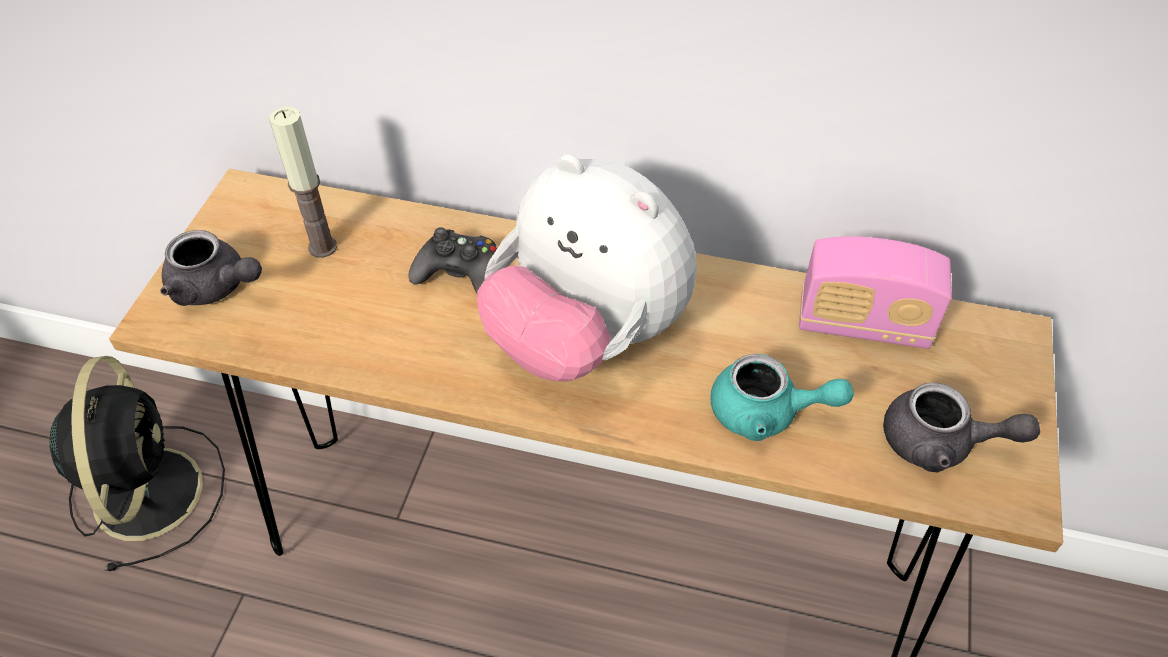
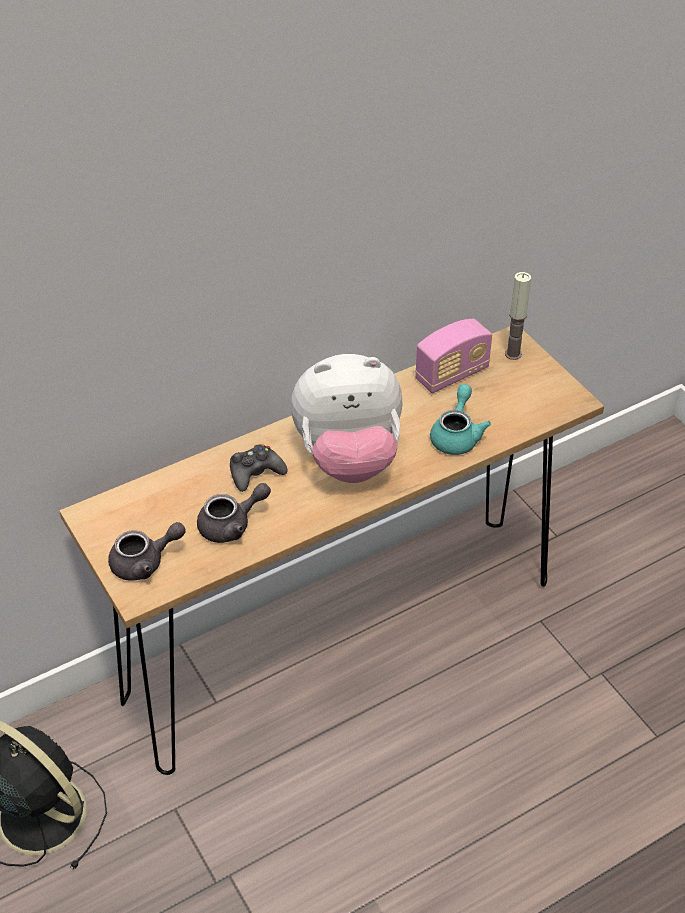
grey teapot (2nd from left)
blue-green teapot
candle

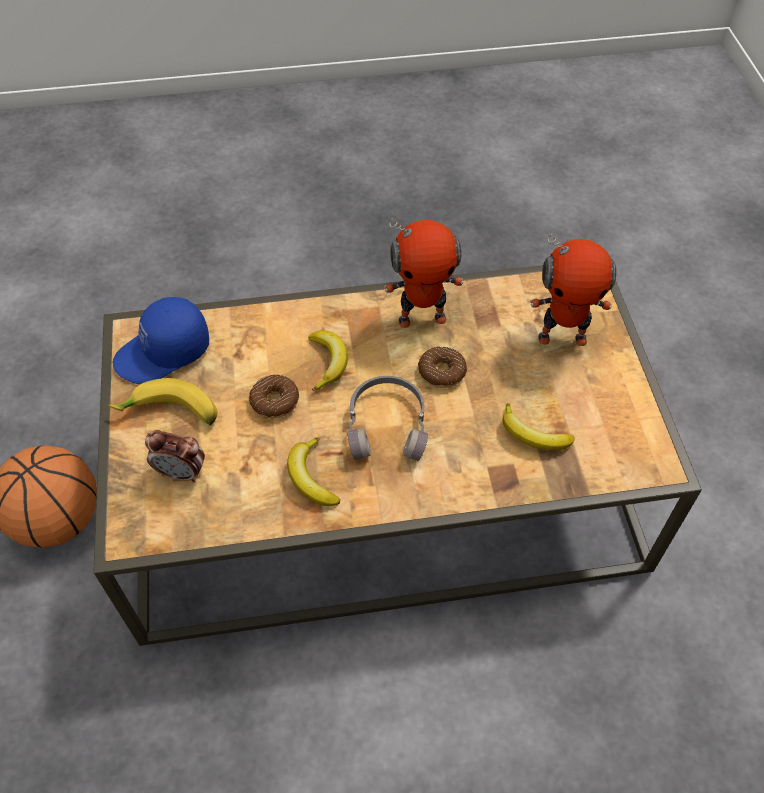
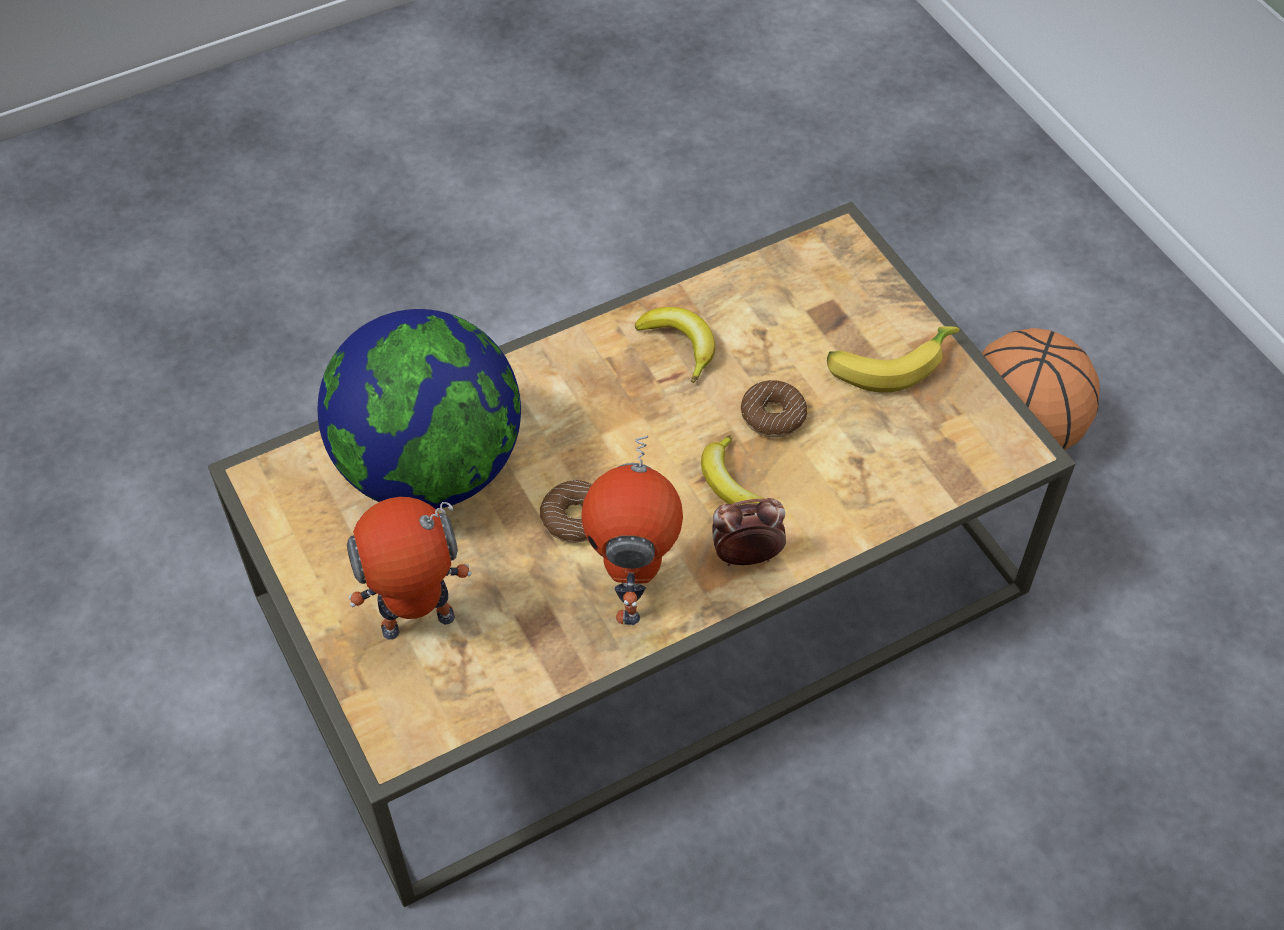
world globe
toy robot (2nd from left)
table clock
bluish peaked cap
grey pair of headphones

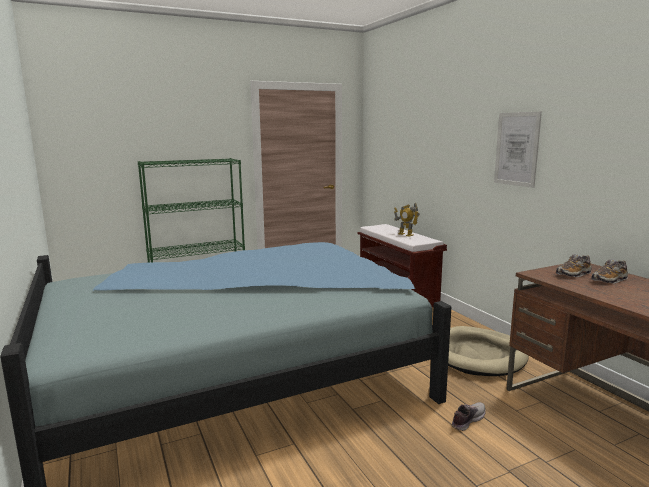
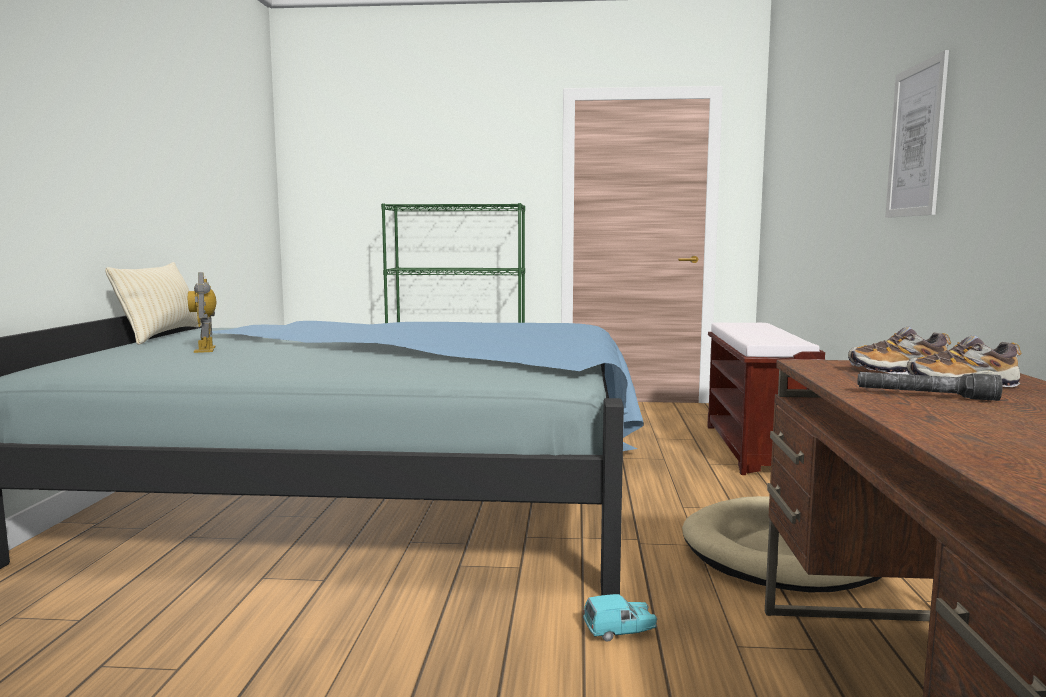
beige-coloured cushion
toy robot
blue-green model car
grey flashlight

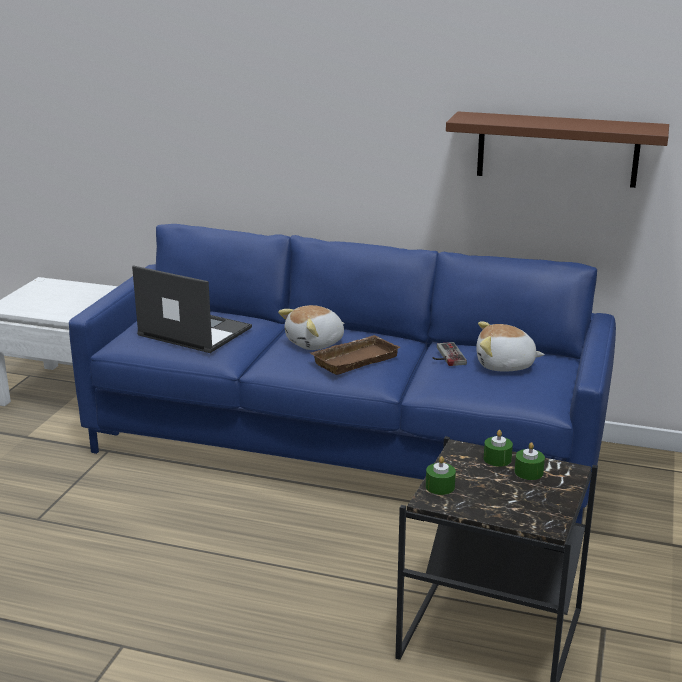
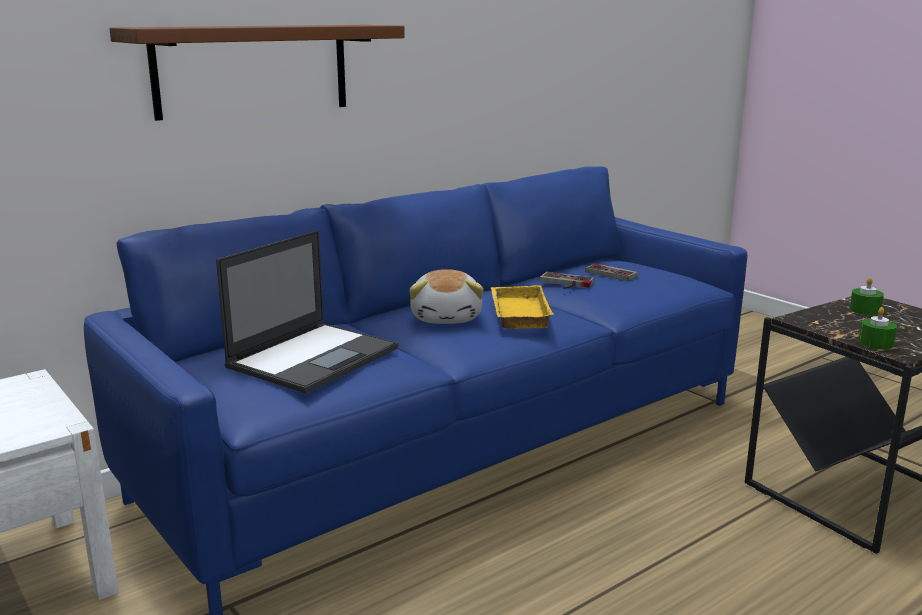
brownish wall shelf
notebook computer
yellow-coloured serving tray
game controller (2nd from left)
green candle (2nd from left in the first image)

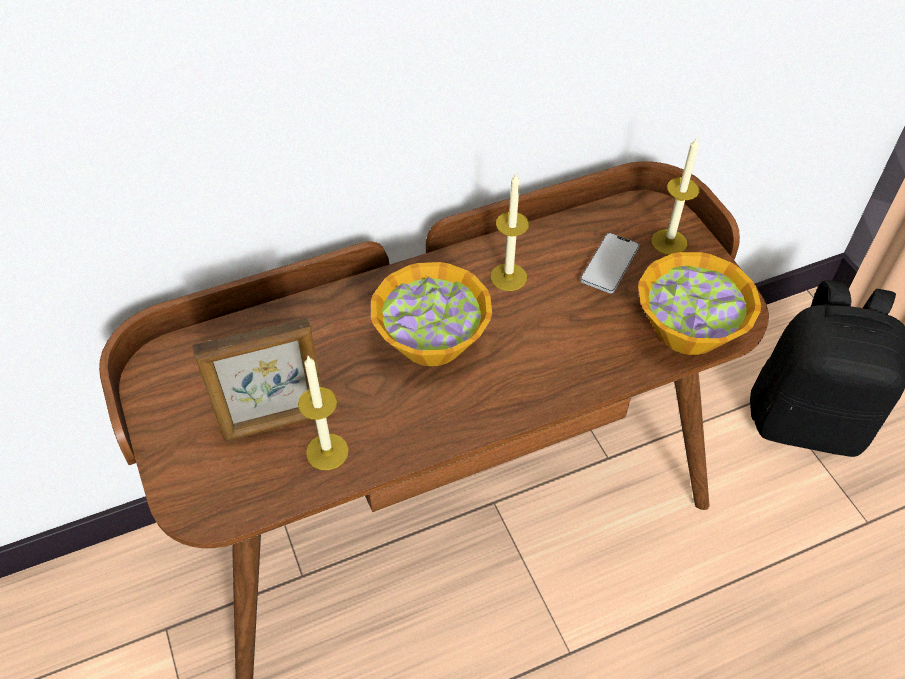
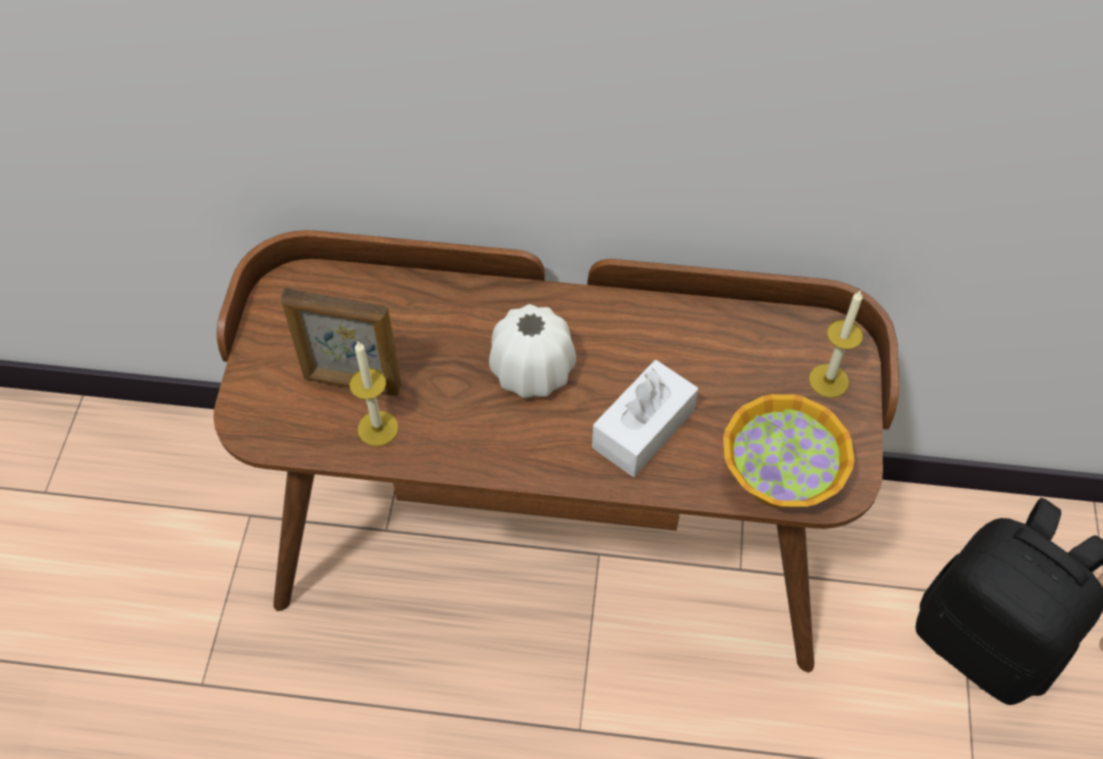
whitish decorative vase
whitish tissue box
candle (2nd from left in the first image)
telephone

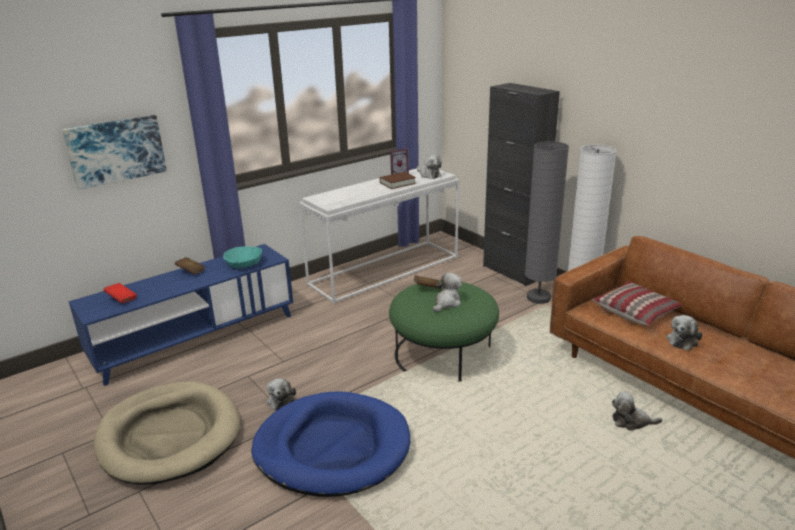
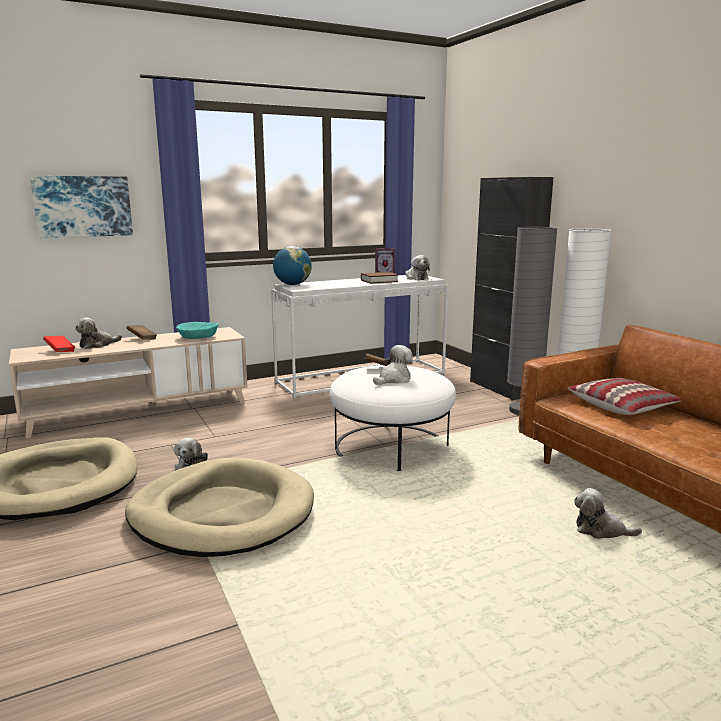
beige-coloured tv unit
cuddly toy (1st from left)
beige-coloured dog cushion (2nd from left)
world globe
whitish footrest

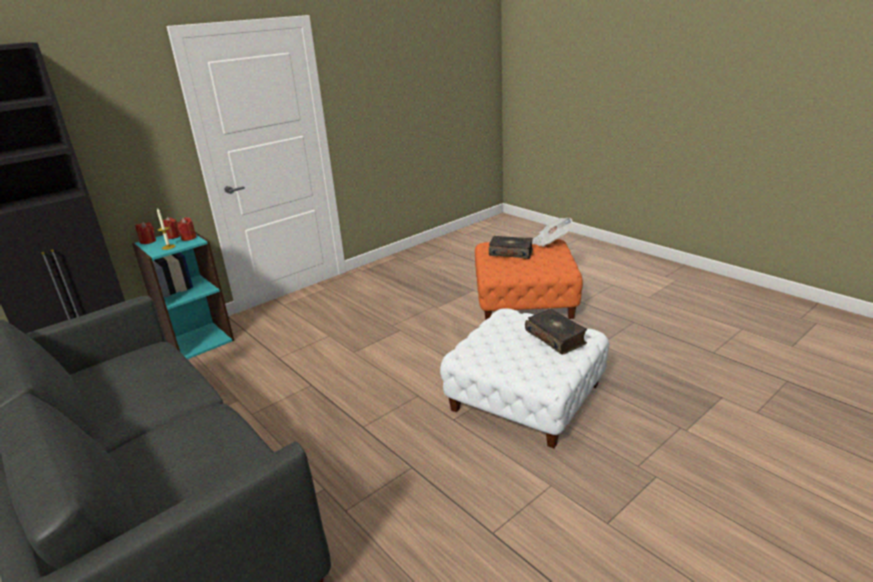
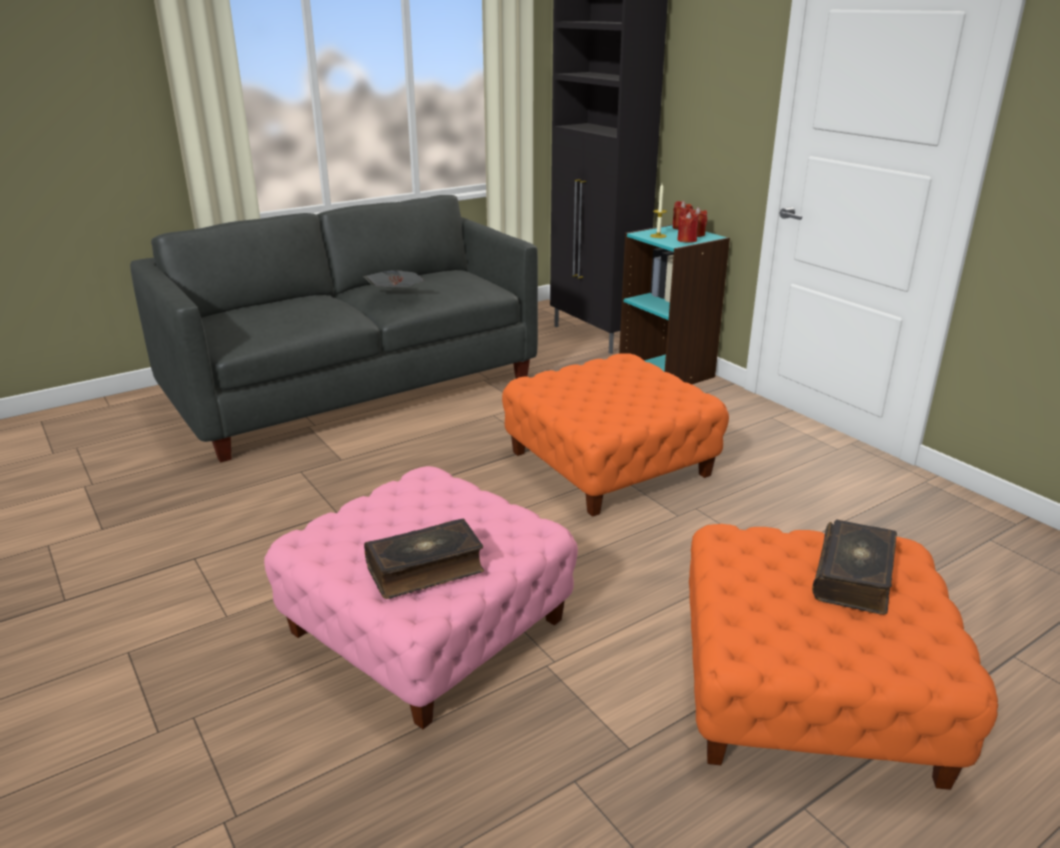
pinkish footrest
printed paper
orange-coloured footrest (1st from left)

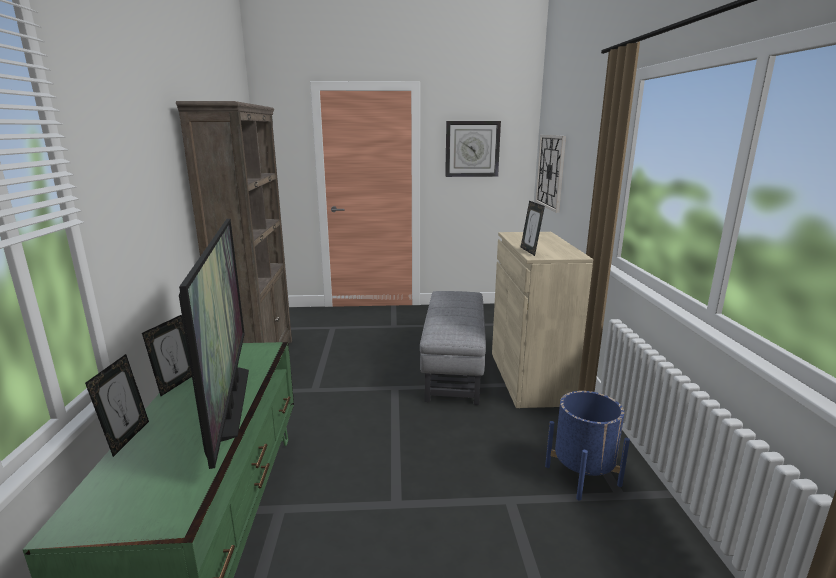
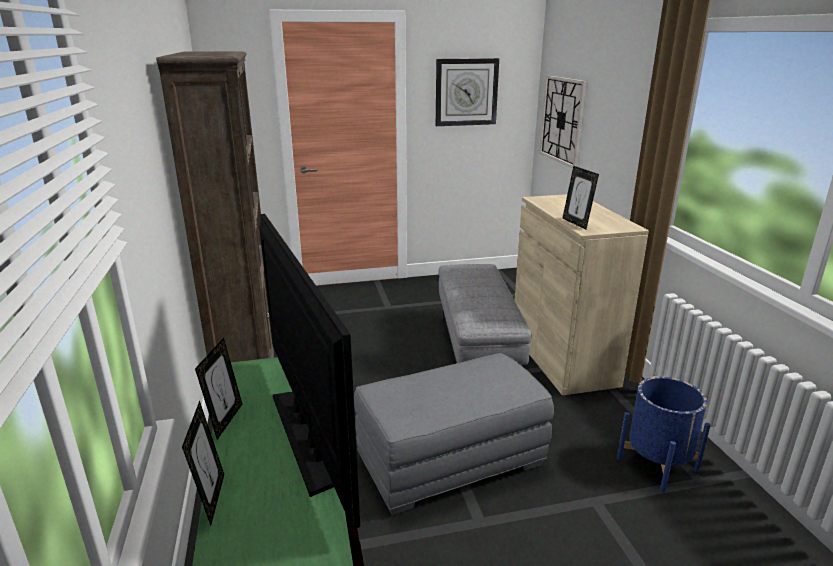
grey footrest (1st from left)

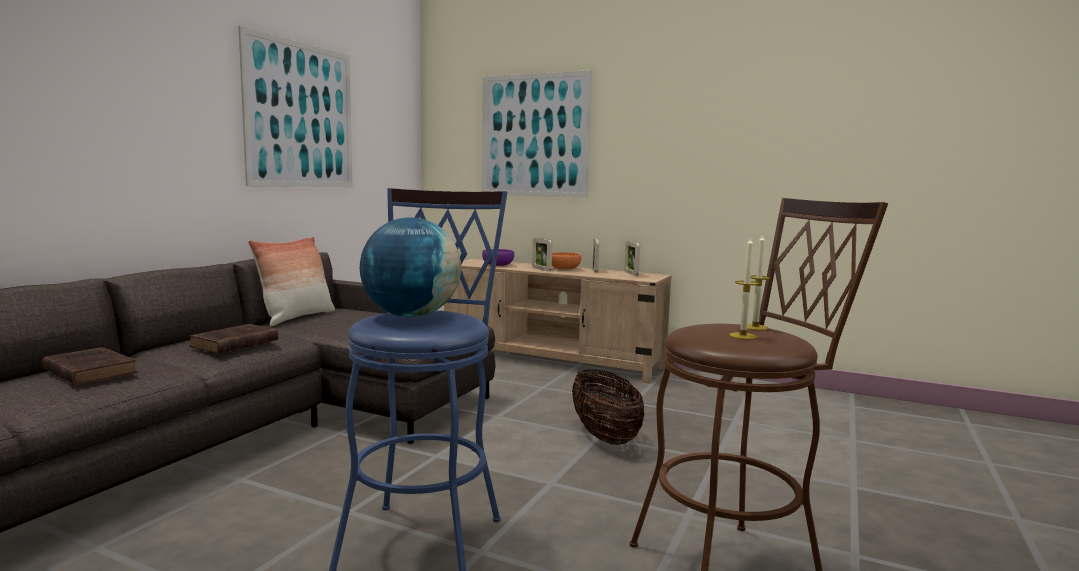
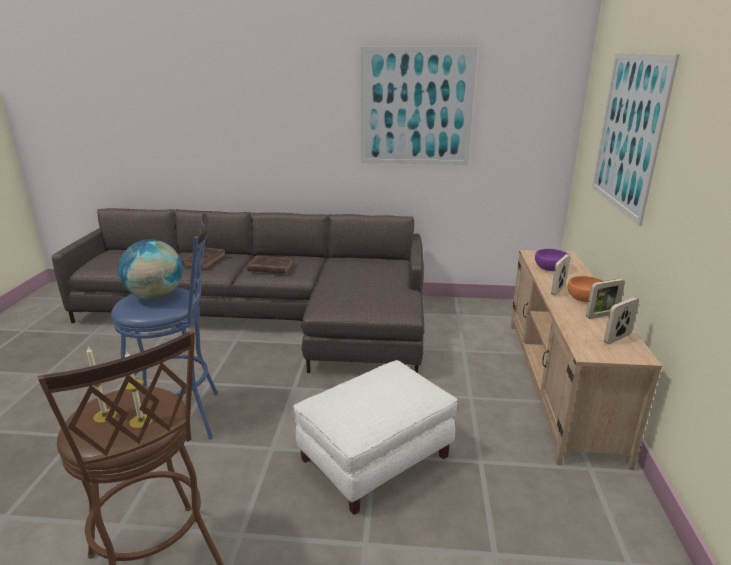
whitish footrest
cushion

